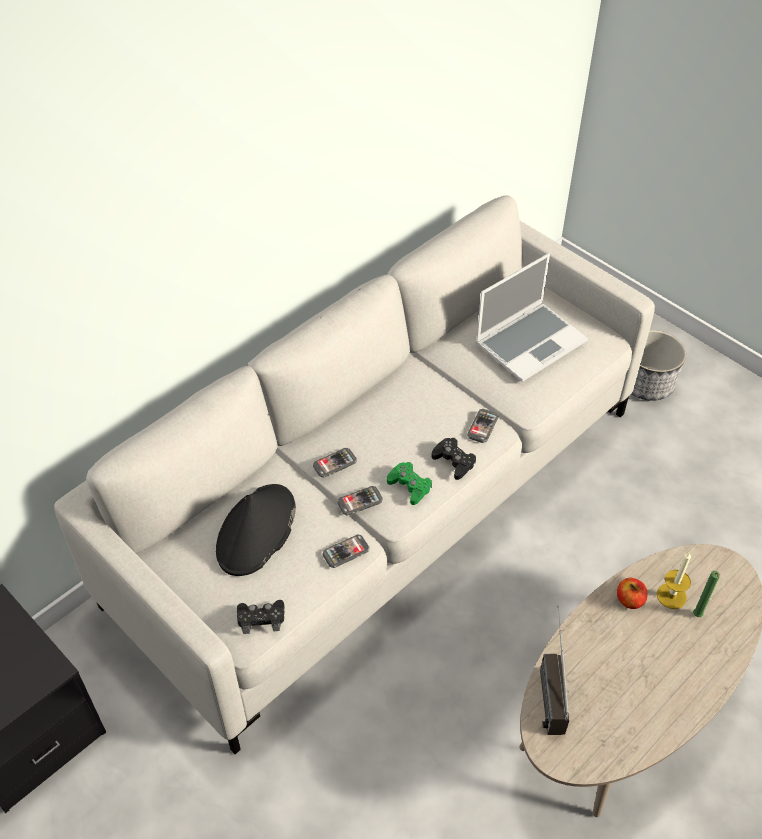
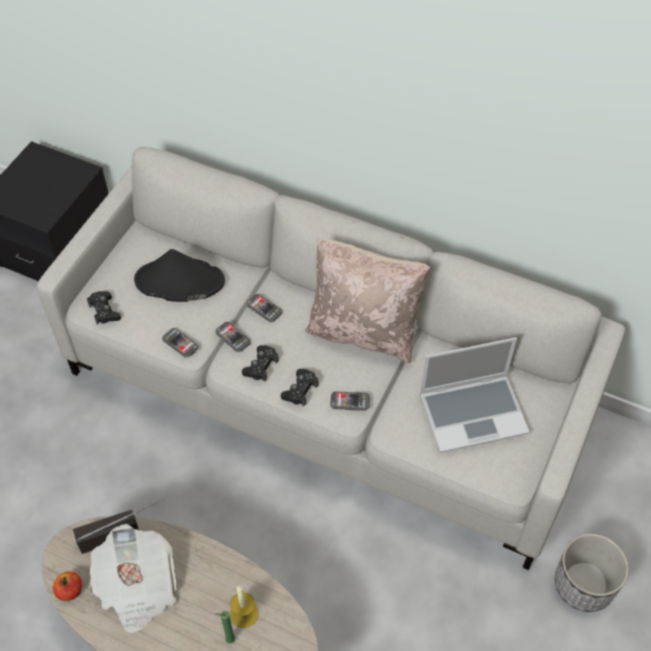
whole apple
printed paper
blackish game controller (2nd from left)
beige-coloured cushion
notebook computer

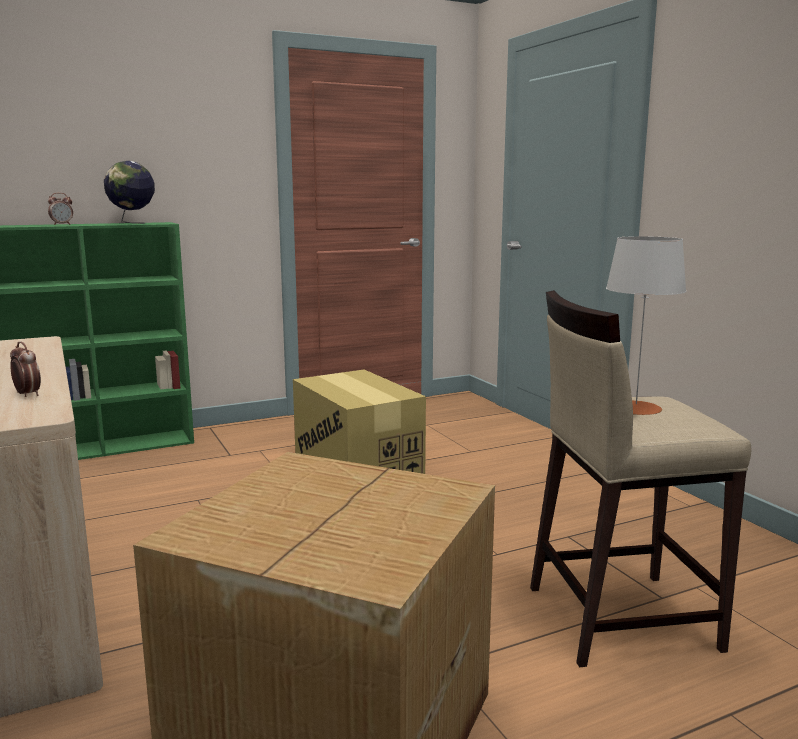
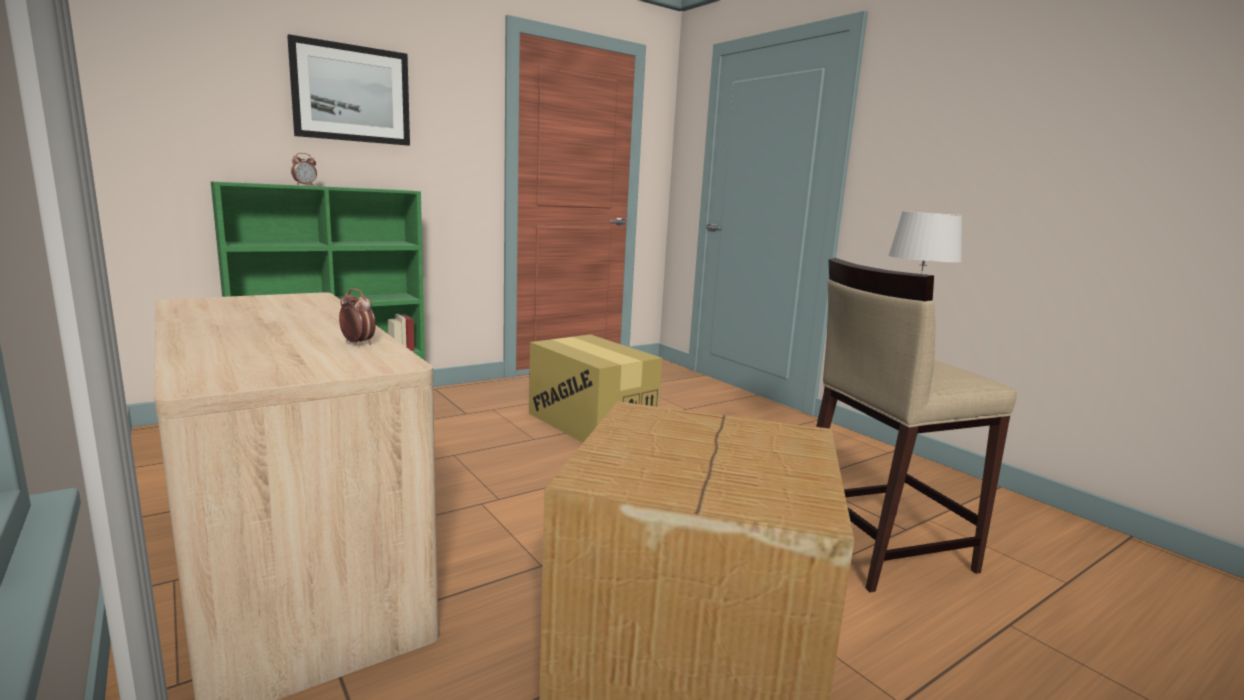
picture
world globe

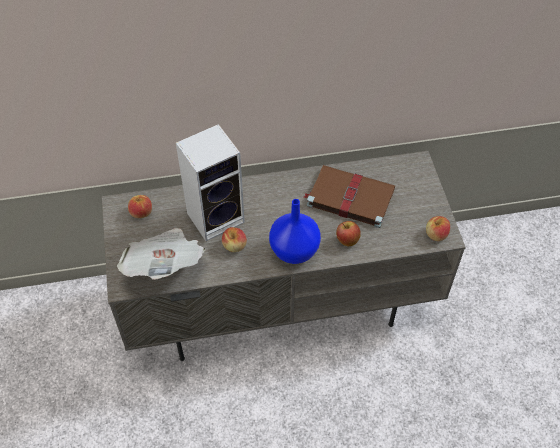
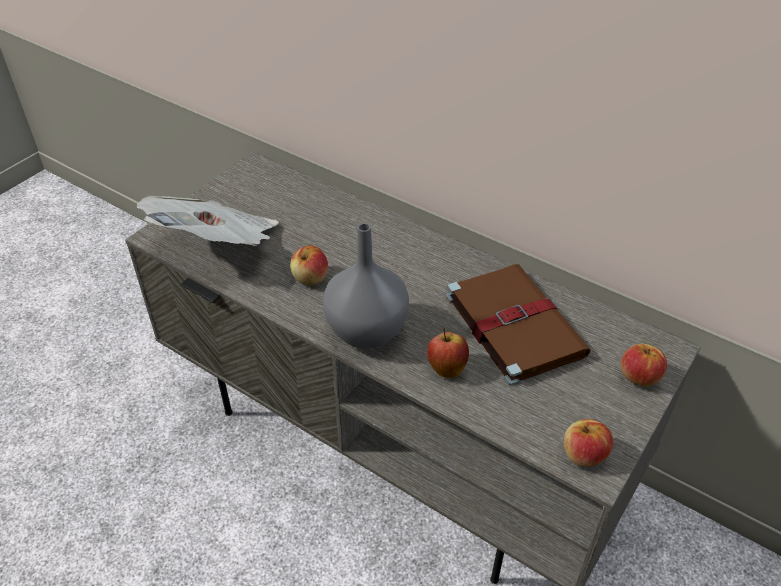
grey decorative vase
whole apple (4th from left)
audio speaker

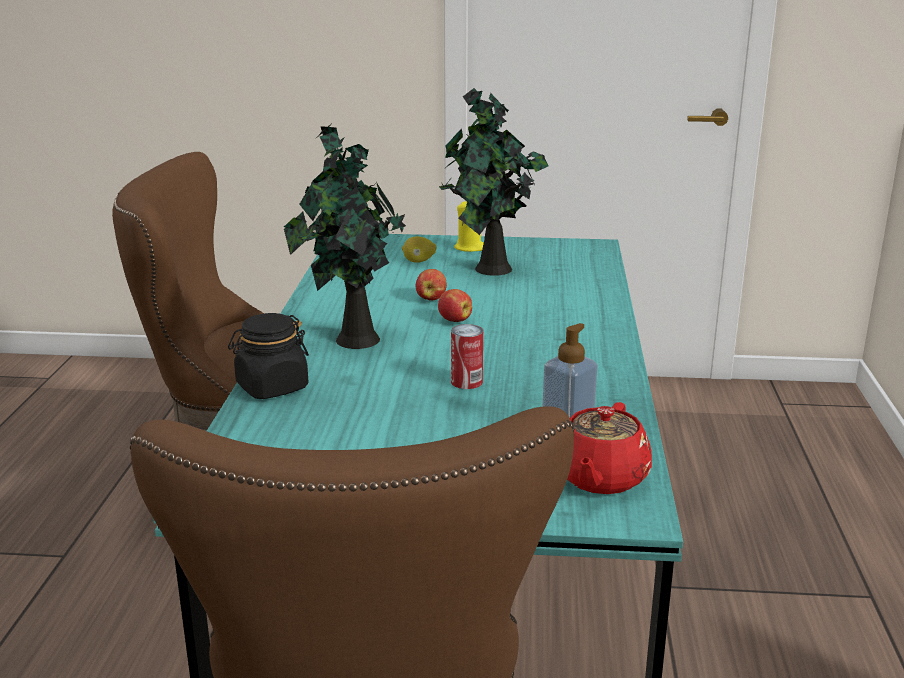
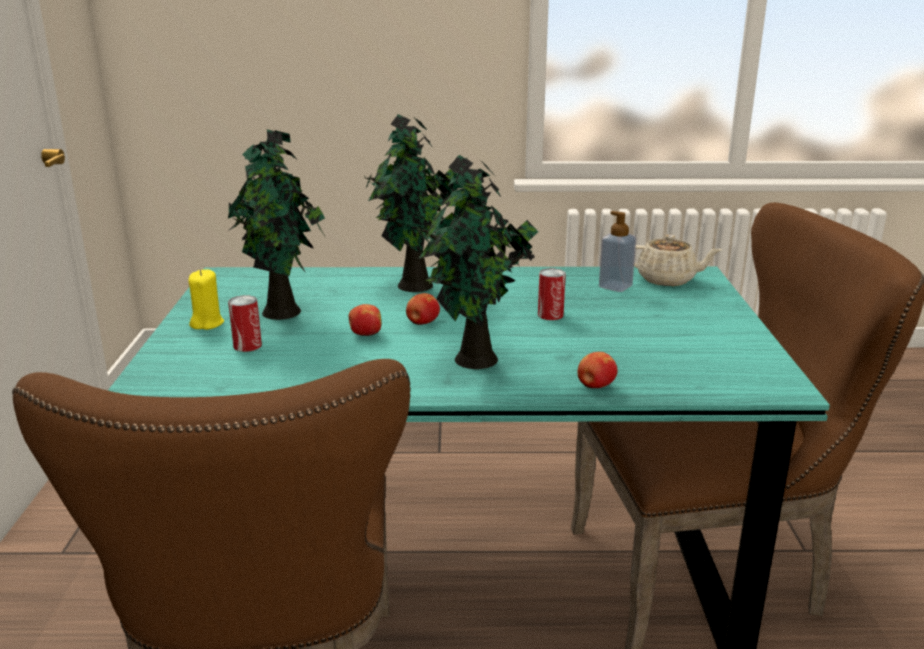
metal can (1st from left)
houseplant (2nd from left)
whole apple (3rd from left)
beige-coloured teapot

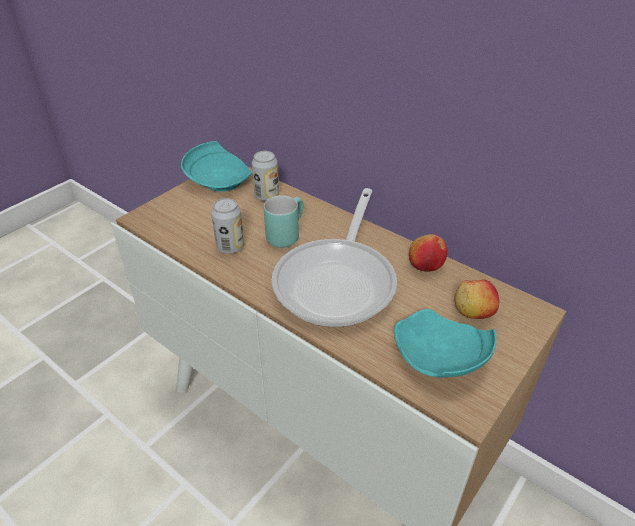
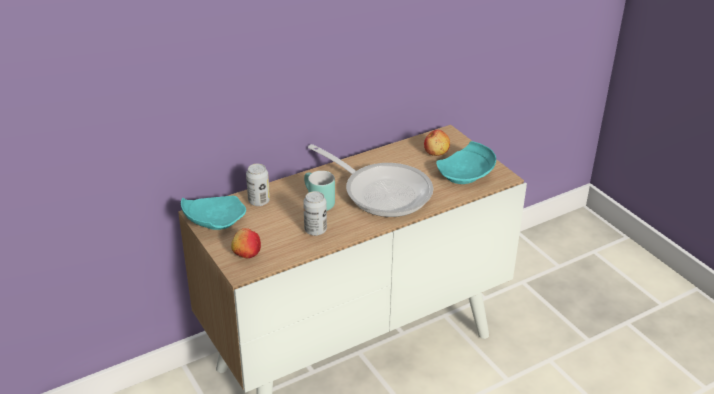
whole apple (1st from left)

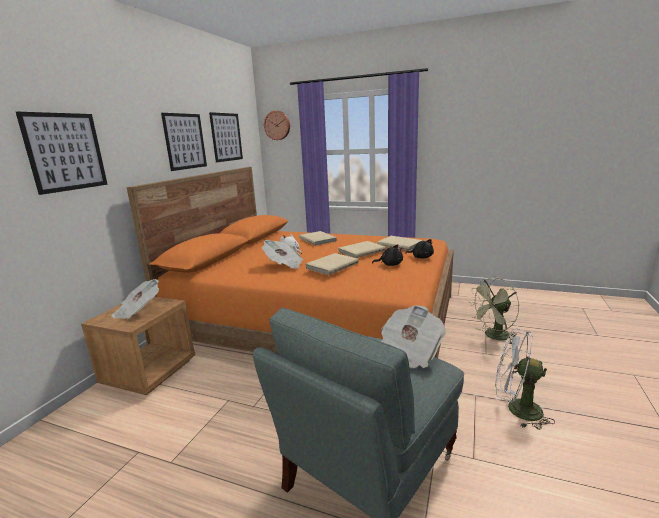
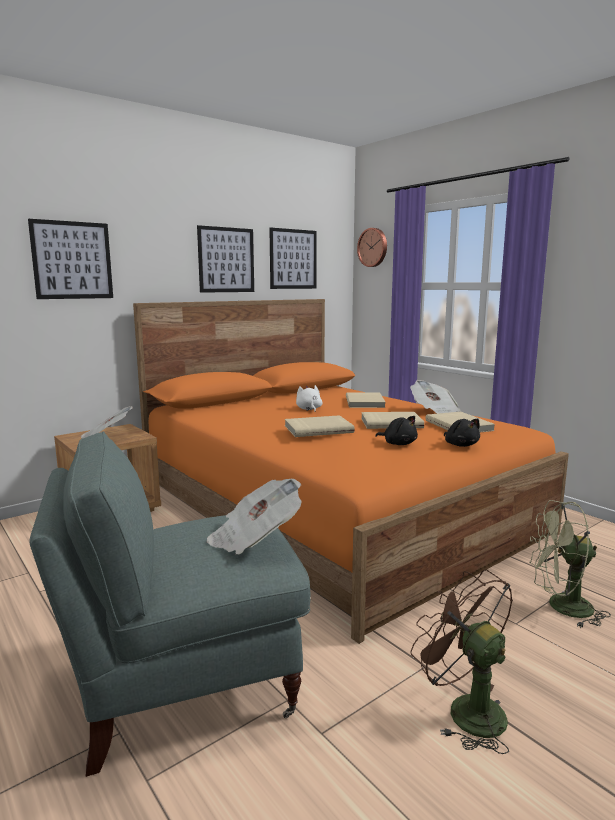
printed paper (3rd from left)
brownish cooling fan

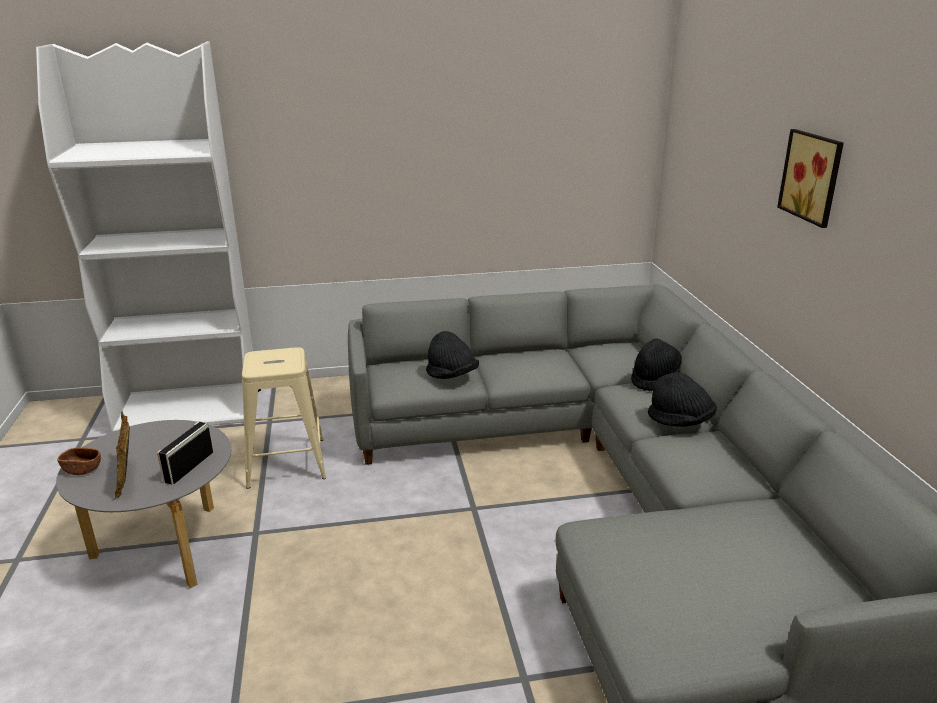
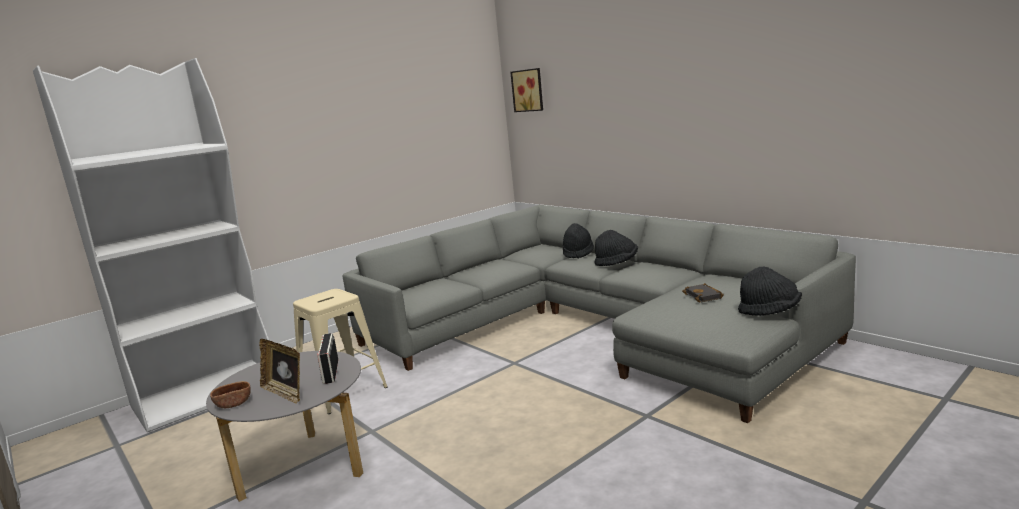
picture
blackish volume
blackish clothing hat (3rd from left)

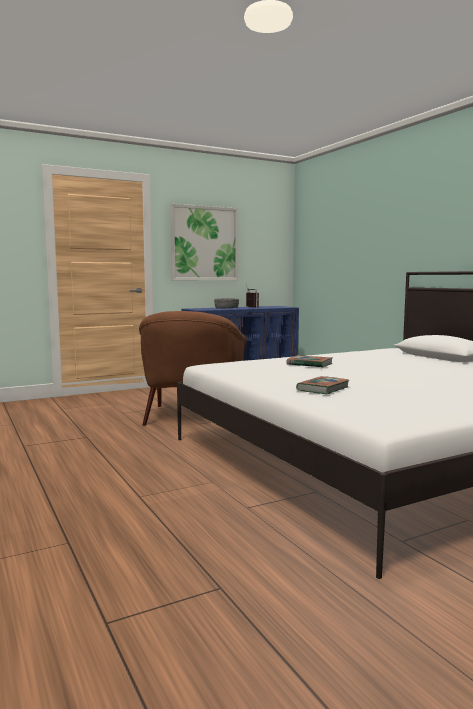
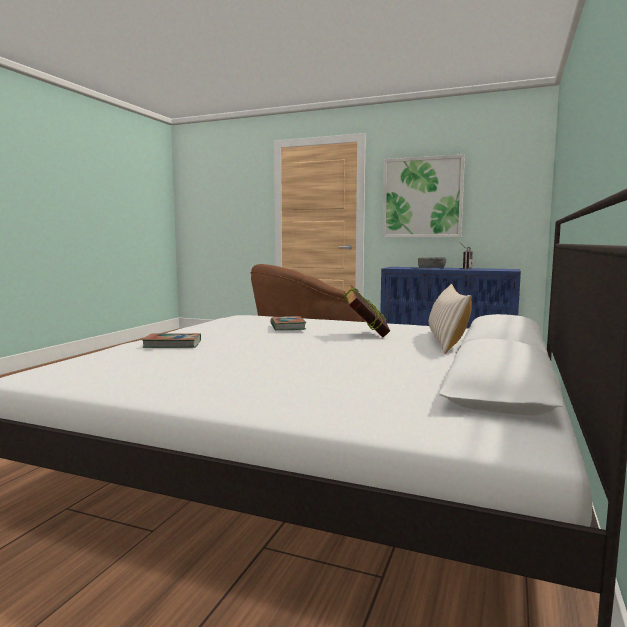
volume (3rd from left)
beige-coloured cushion

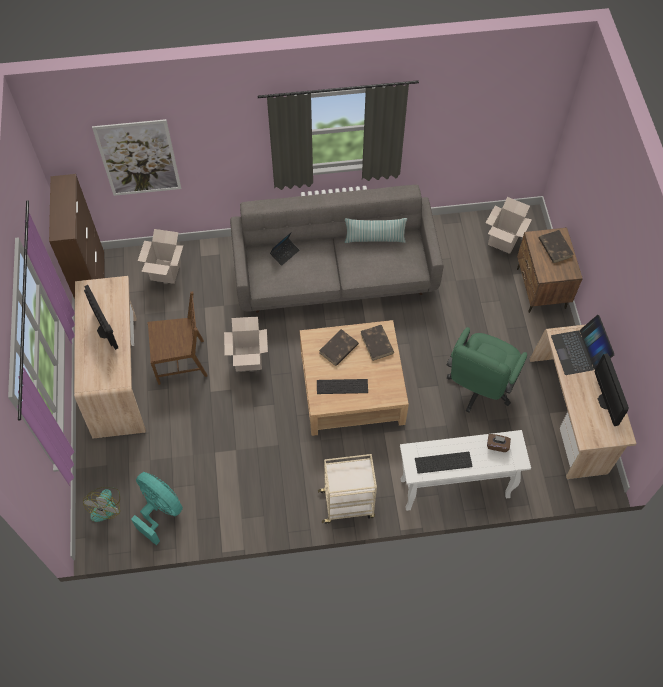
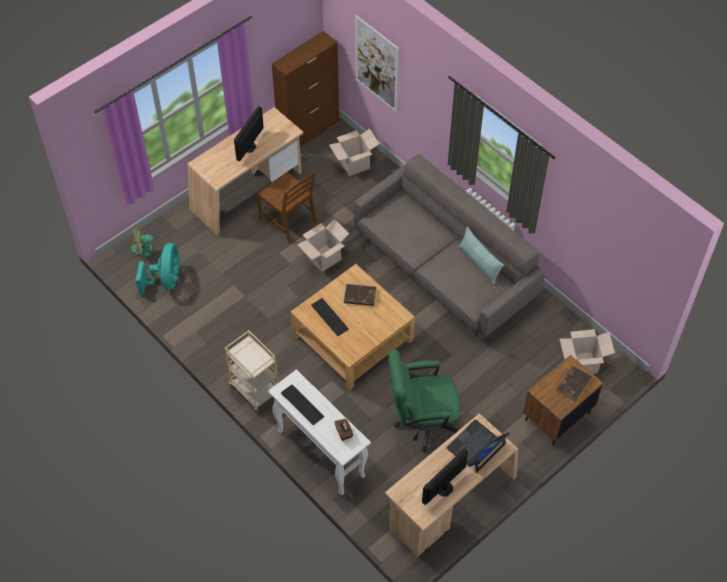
notebook computer (1st from left in the first image)
brownish volume (2nd from left in the first image)

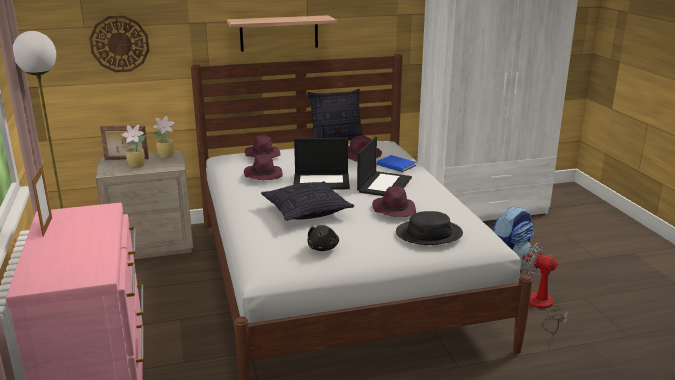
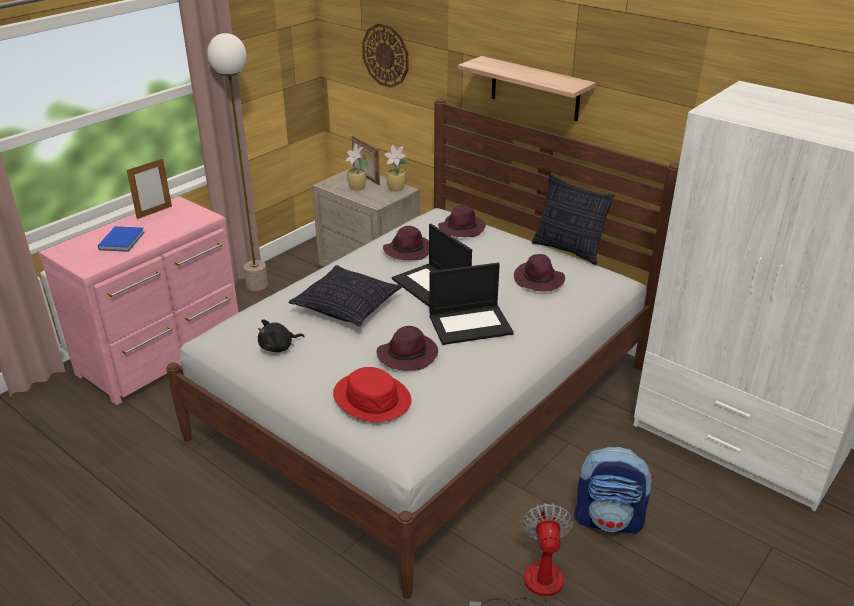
bluish volume
reddish clothing hat

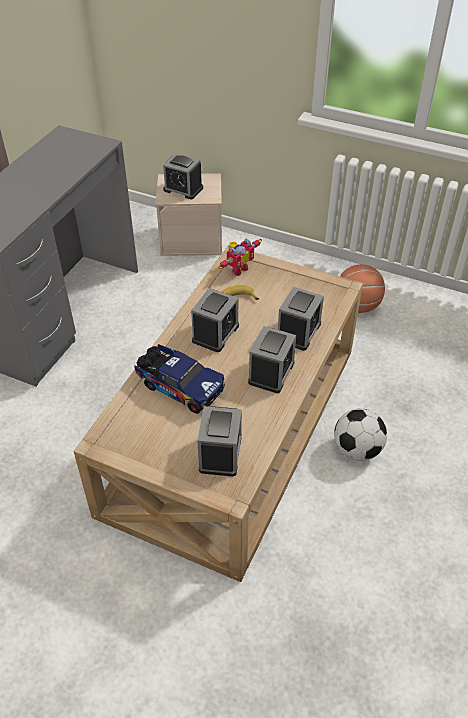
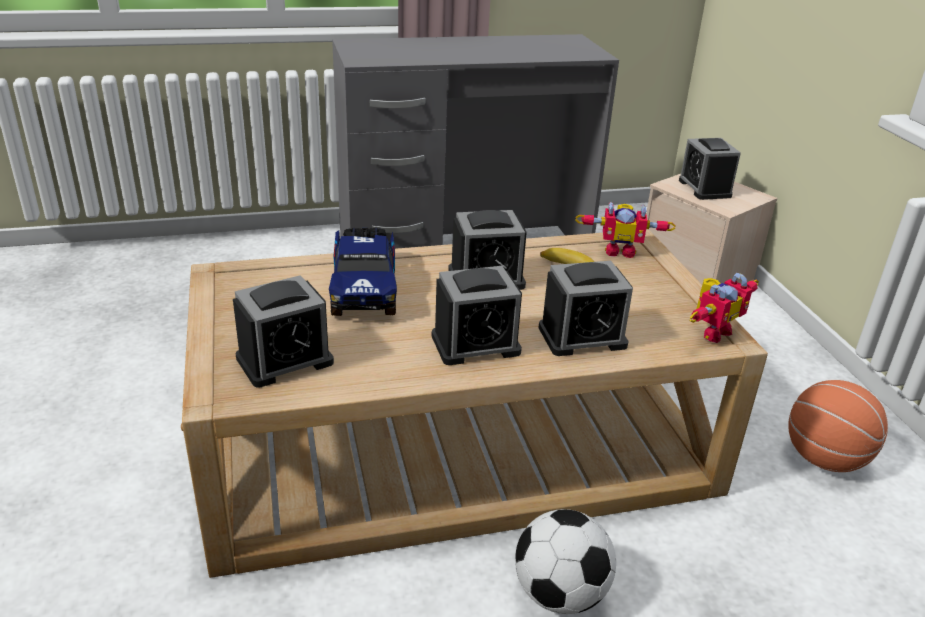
toy robot (2nd from left)

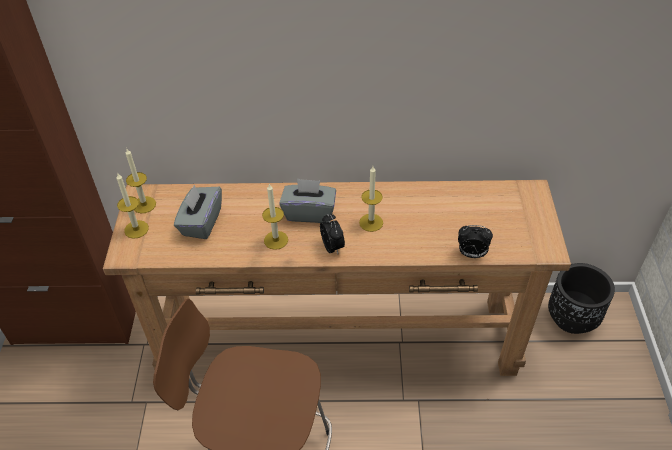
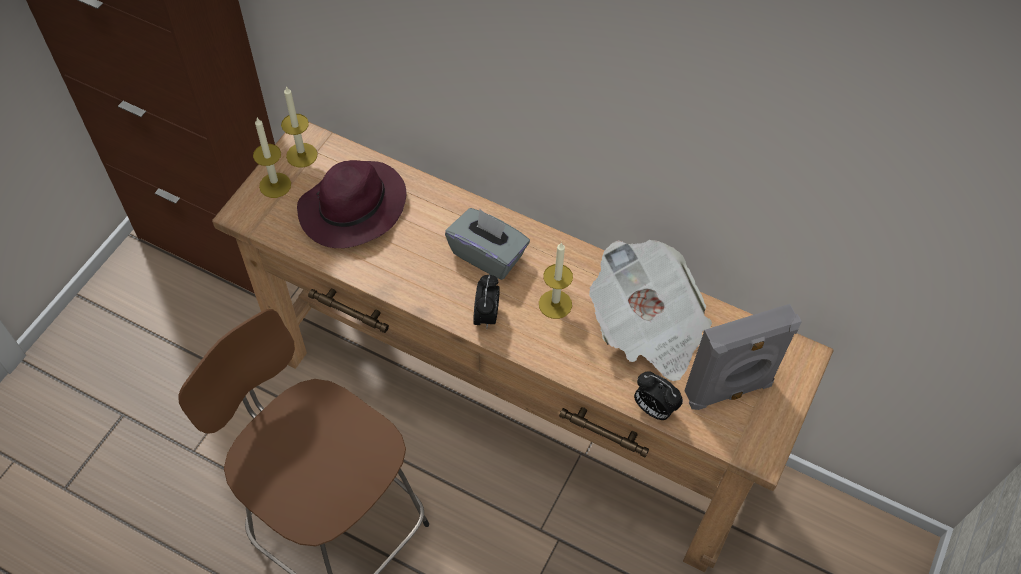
purple clothing hat
printed paper
grey audio speaker
candle (3rd from left in the first image)
blackish flower pot

